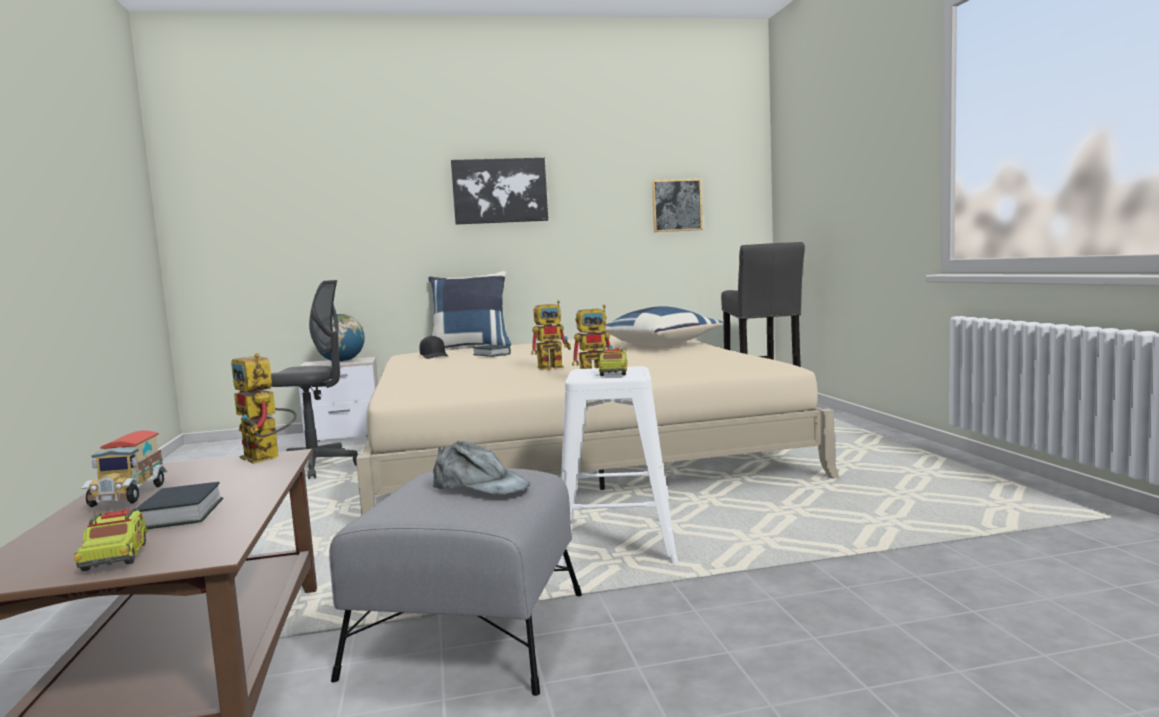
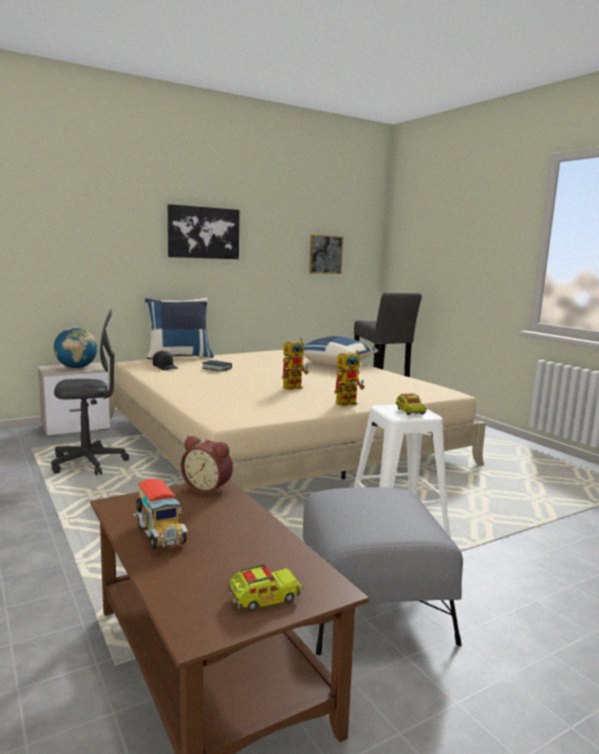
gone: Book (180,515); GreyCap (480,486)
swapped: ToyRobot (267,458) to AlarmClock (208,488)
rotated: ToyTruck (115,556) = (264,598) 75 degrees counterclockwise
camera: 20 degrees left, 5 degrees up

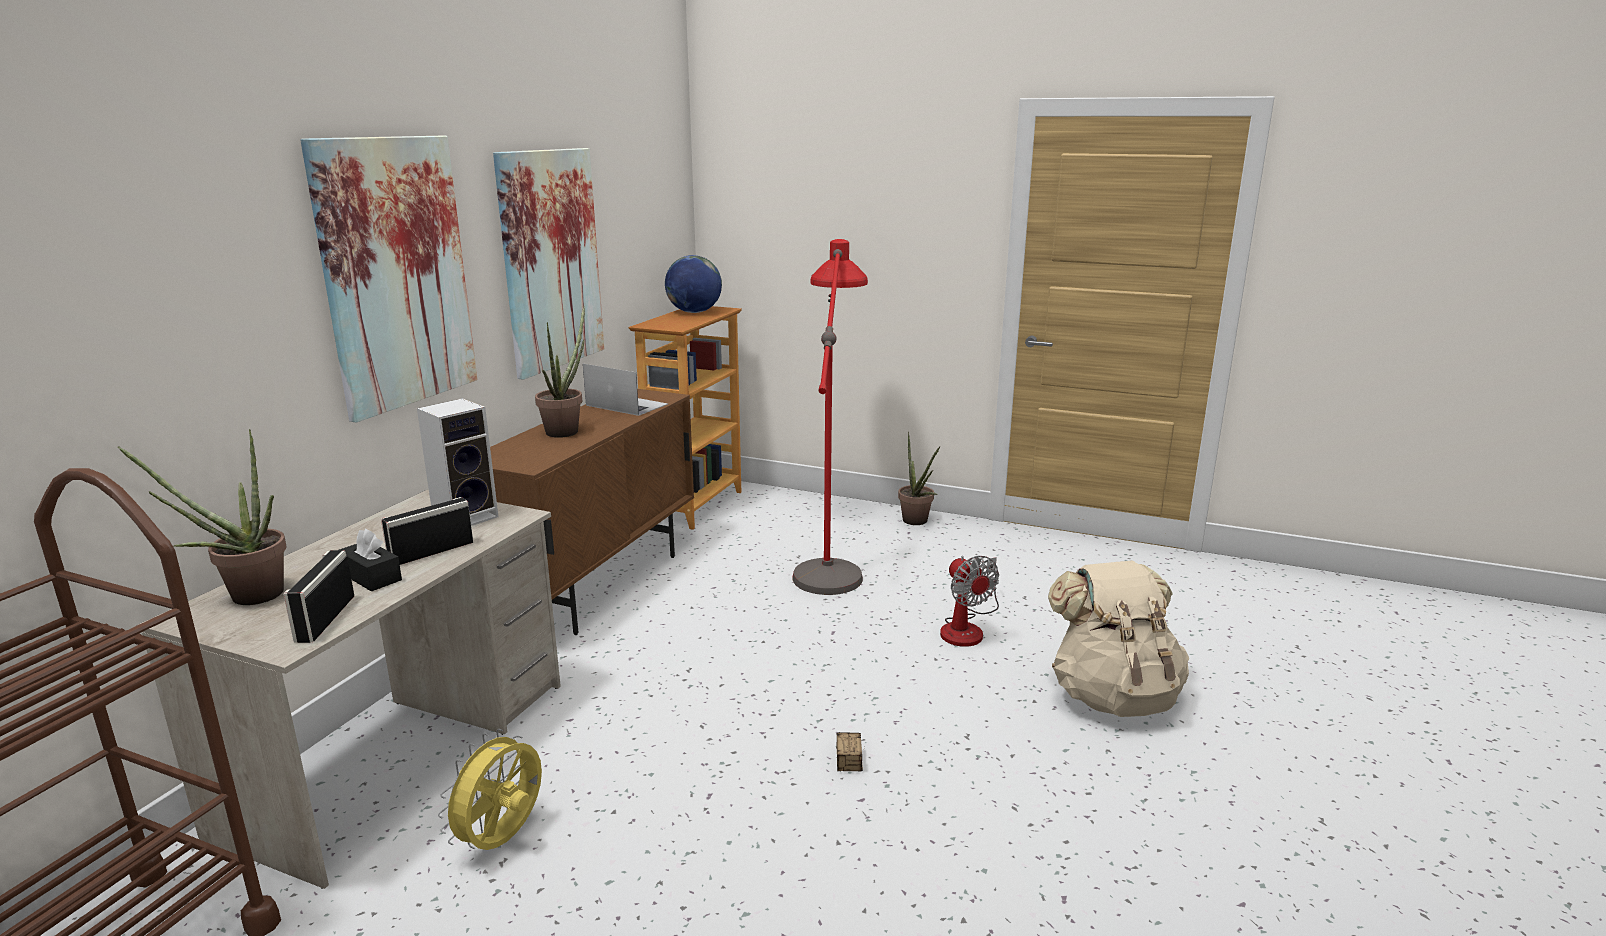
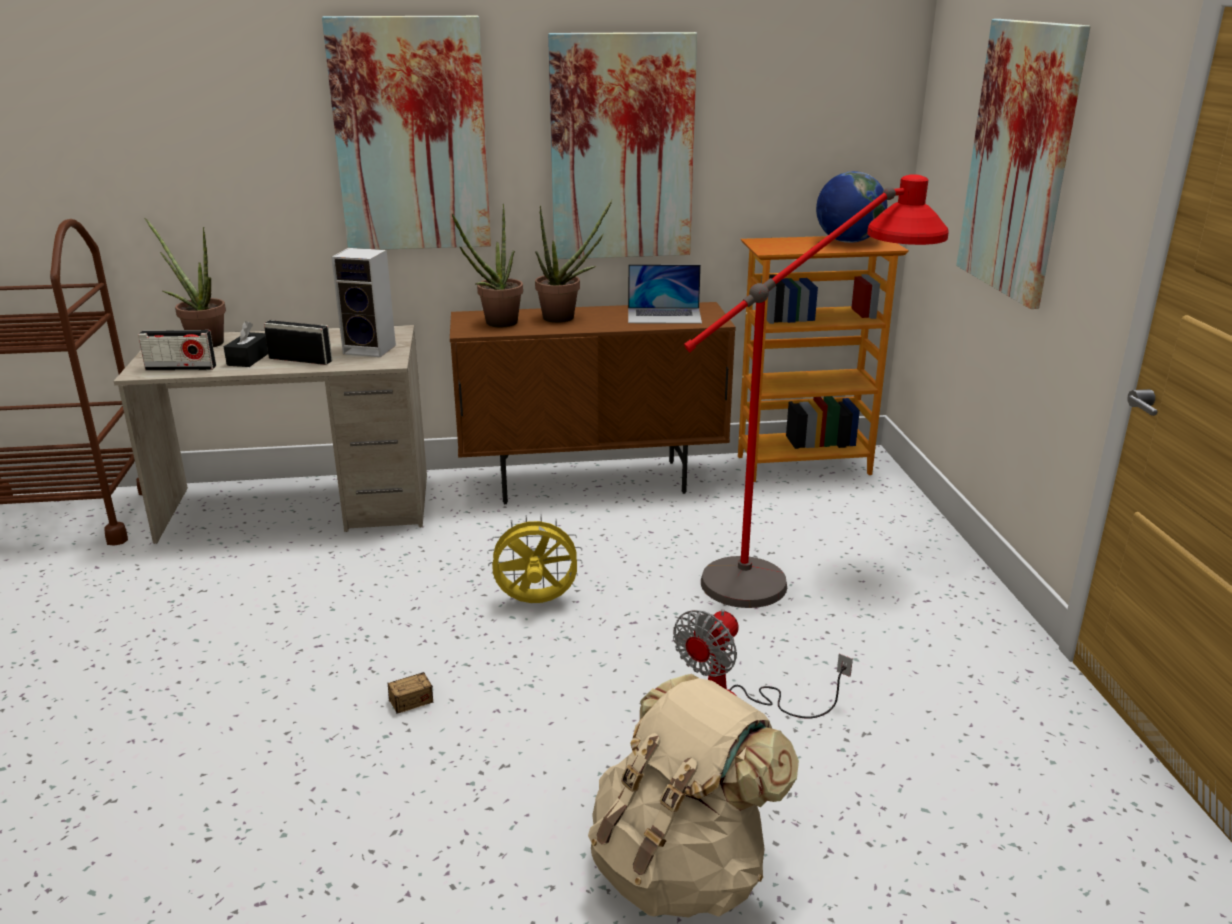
new: Picture (1019,160)
shifted: PottedPlant (917,522) to (496,324); YellowFan (503,840) to (536,603)
rotated: Radio (325,618) = (181,368) 150 degrees counterclockwise; Laptop (626,405) = (664,315) 90 degrees clockwise
camera: 60 degrees right, 5 degrees up

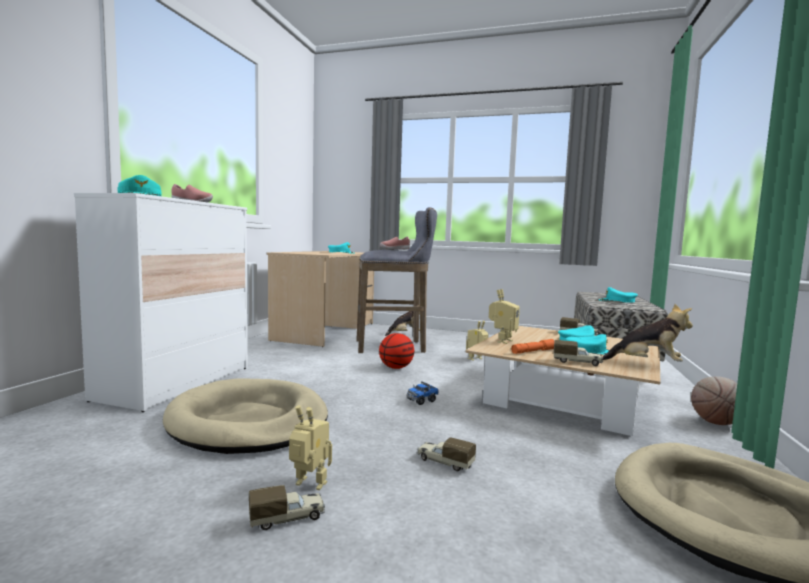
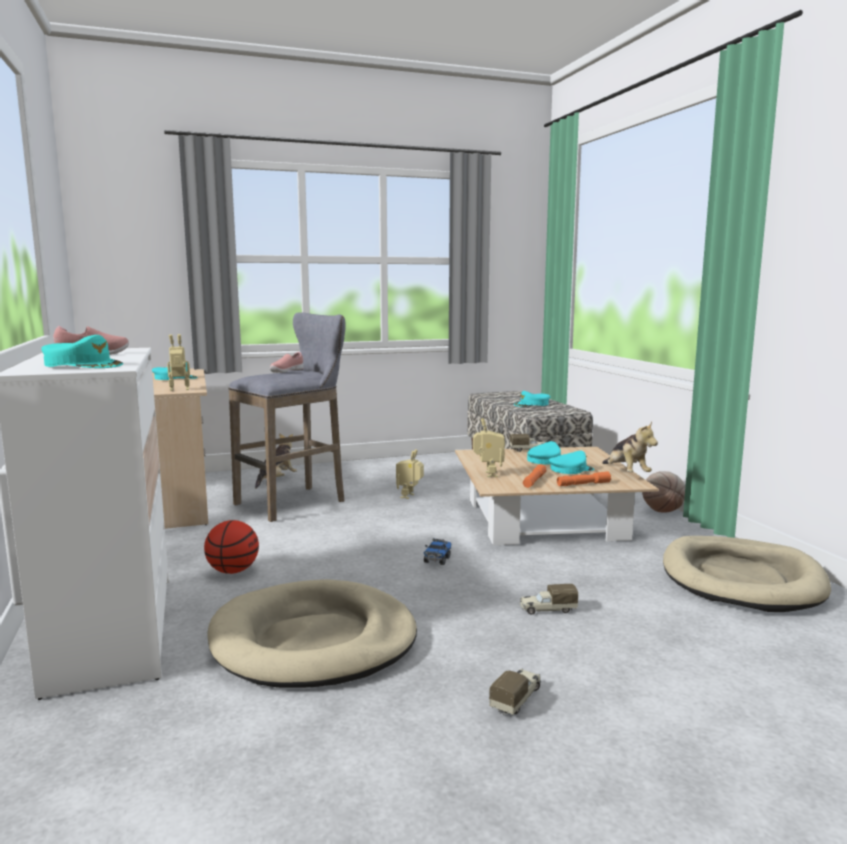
shifted: ToyRobot (308,486) to (179,390); Basketball (396,368) to (233,571)
swapped: ToyTruck (577,362) to OrangeFlashlight (583,484)
rotated: PlushToy (647,364) = (626,473) 90 degrees clockwise
camera: 35 degrees left, 5 degrees up

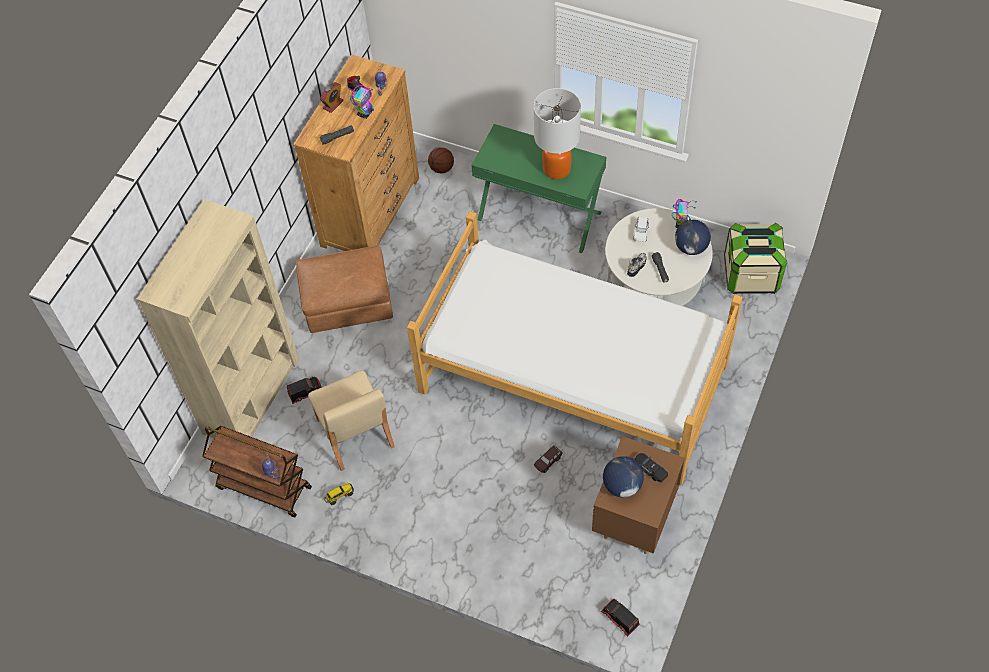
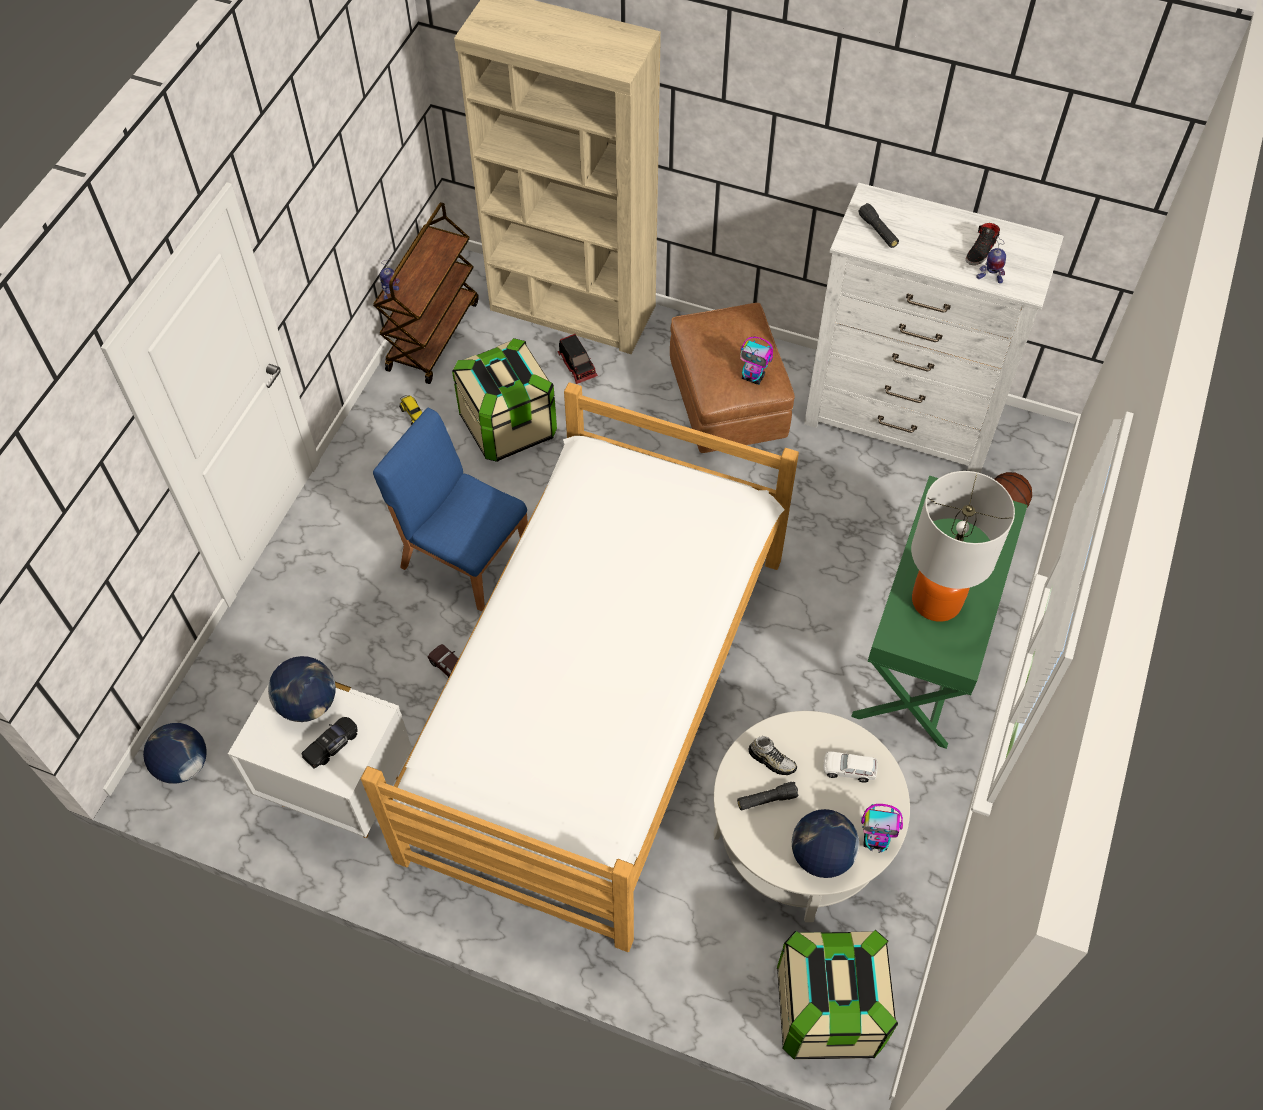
gone: AlarmClock (333,104)
new: BlueChair (464,556)
shifted: ToyRobot (365,113) to (753,377)
swapped: ToyTruck (620,618) to Globe (182,765); BeigeChair (355,434) to StorageBox (508,426)
repainted: BrownNightstand (634,520) to WhiteNightstand (340,789); BrownDresser (371,211) to WhiteDresser (902,418)
camera: 85 degrees right, 0 degrees up

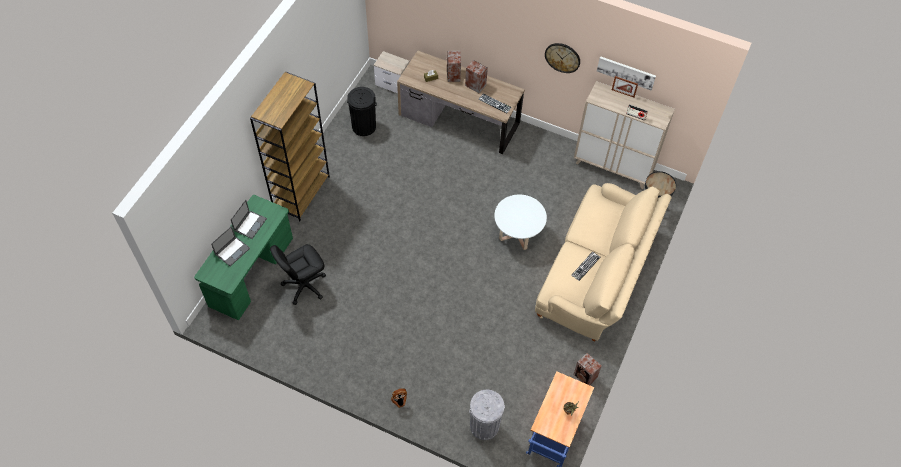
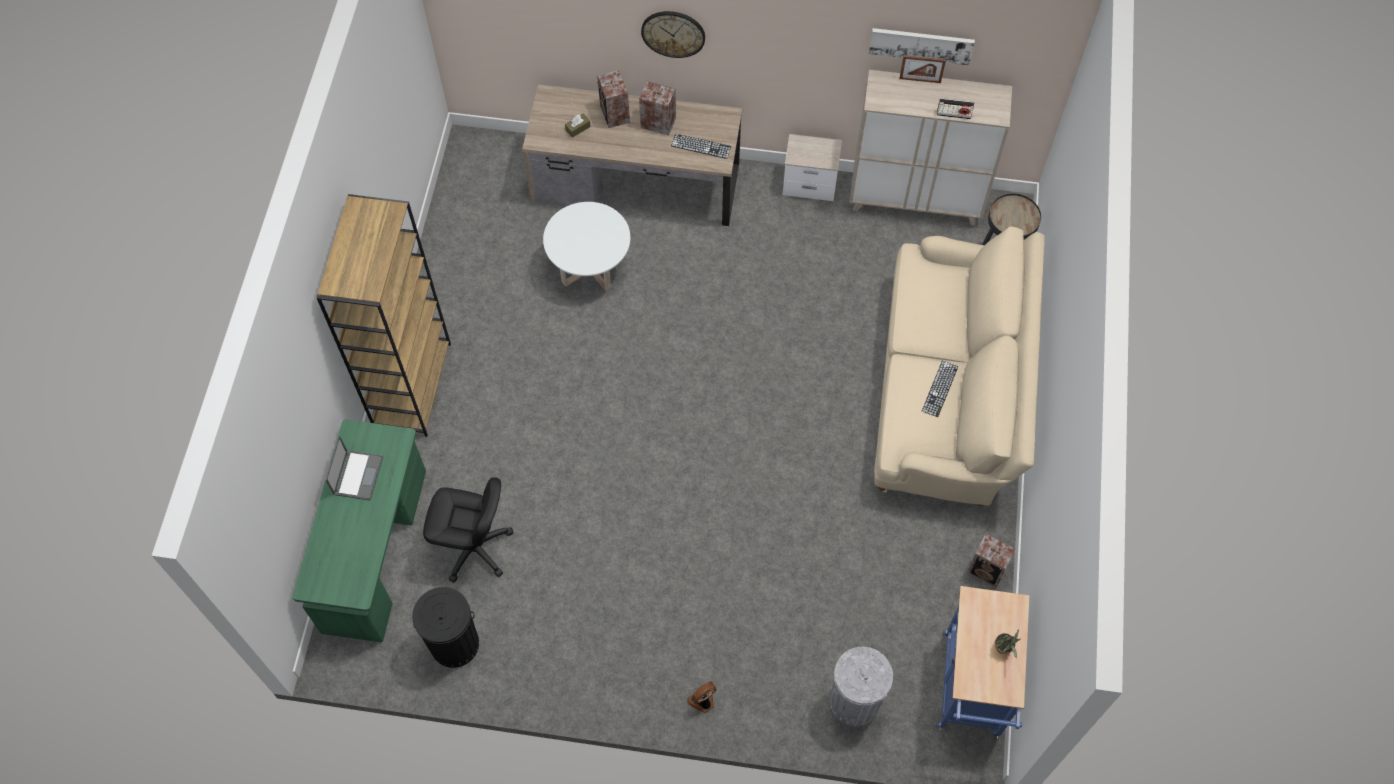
gone: Laptop (232,251)
shifted: BlackTrashCan (364,126) to (454,644); WhiteCoffeeTable (517,234) to (590,268); WallClock (562,57) to (673,33); Nightstand (393,83) to (810,184)
rotated: BlackOfficeChair (304,285) = (474,548) 120 degrees counterclockwise
camera: 15 degrees left, 5 degrees up

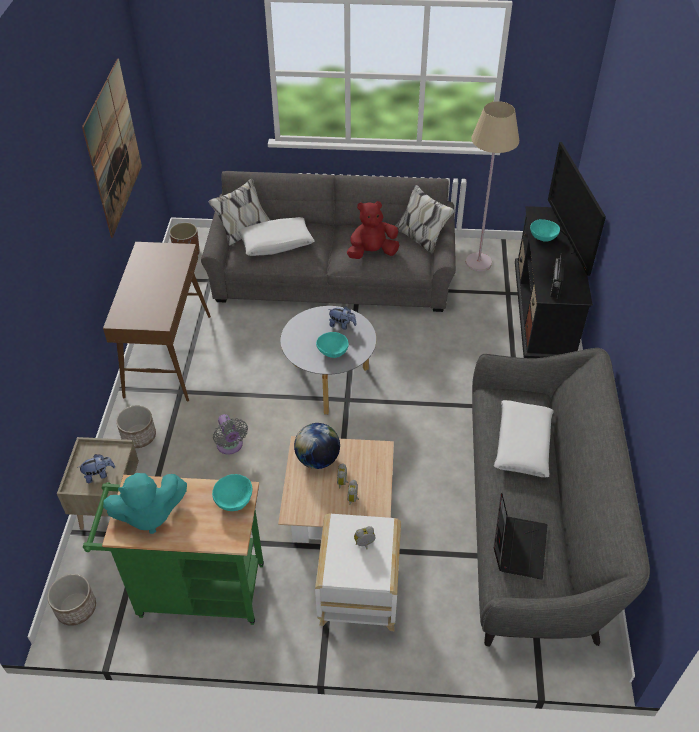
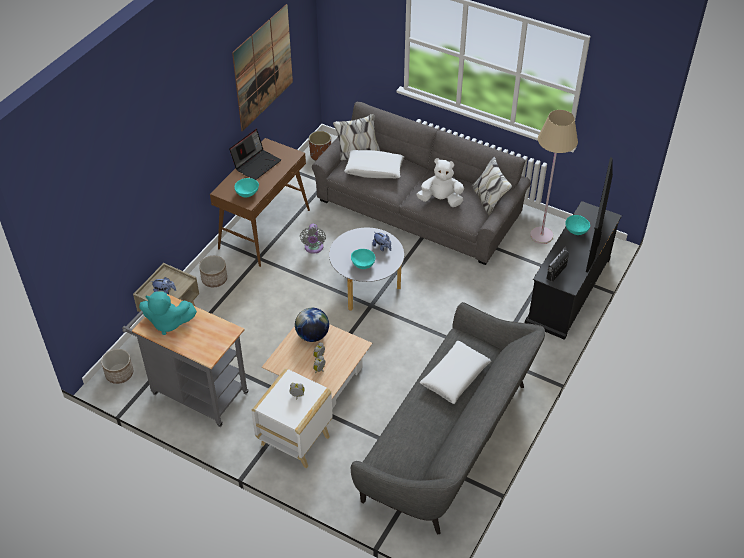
shifted: Laptop (517,546) to (256,164); TurquoiseBowl (234,500) to (247,193); GreyFan (230,446) to (313,248)
repainted: GreenCart (193,590) to GreyCart (195,391); RedPlushToy (372,253) to WhitePlushToy (441,200)
camera: 25 degrees right, 0 degrees up

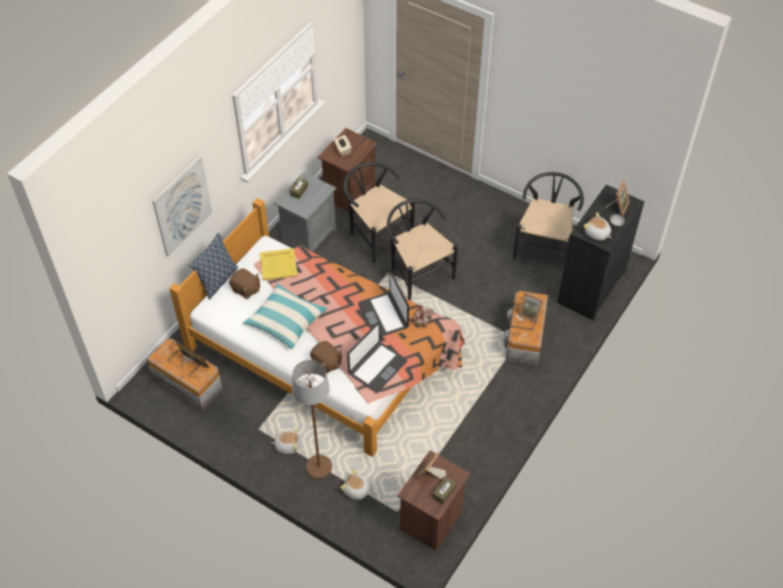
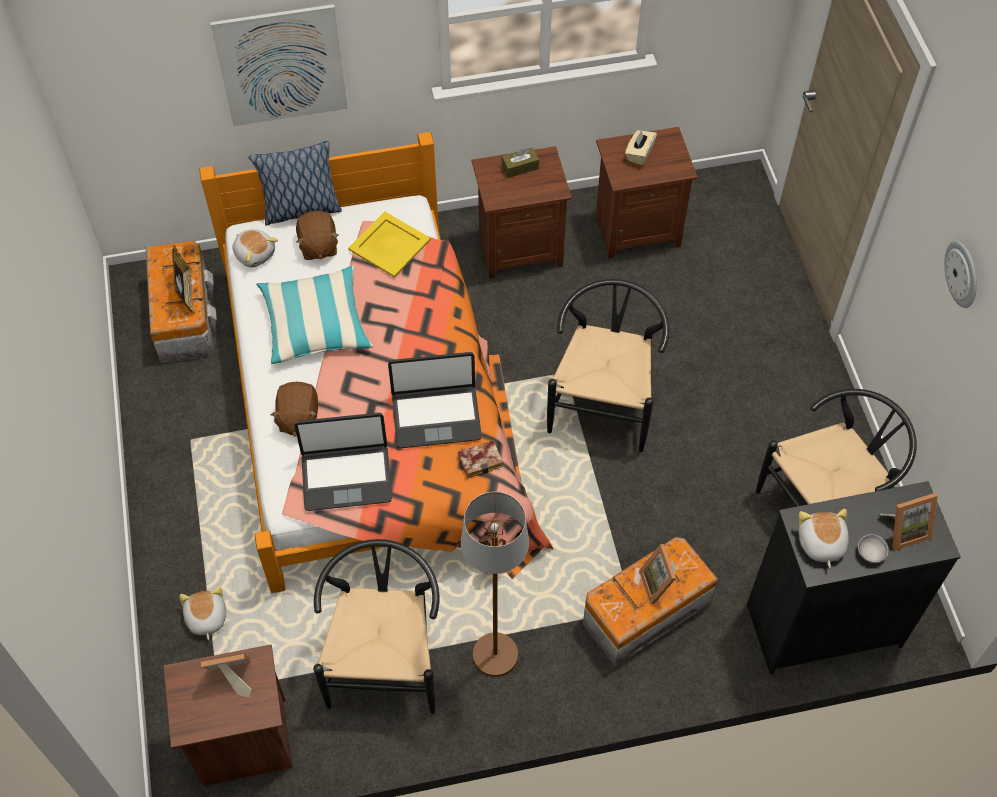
gone: BrownTissueBox (444,492)
new: WallClock (962,274)
shifted: PlushToy (287,445) to (255,253); BlackChair (376,234) to (386,660); BrownFloorLamp (319,467) to (495,656)
repainted: GreyNightstand (308,237) to BrownNightstand (519,249)
rotated: Laptop (384,315) = (436,416) 120 degrees counterclockwise
camera: 45 degrees right, 5 degrees up

